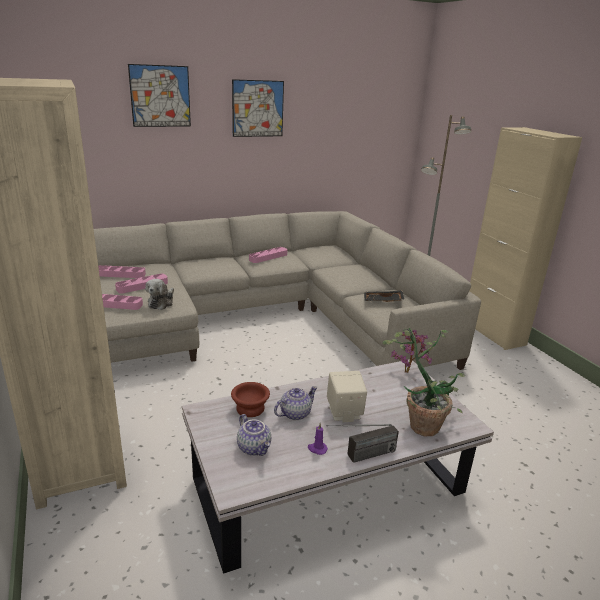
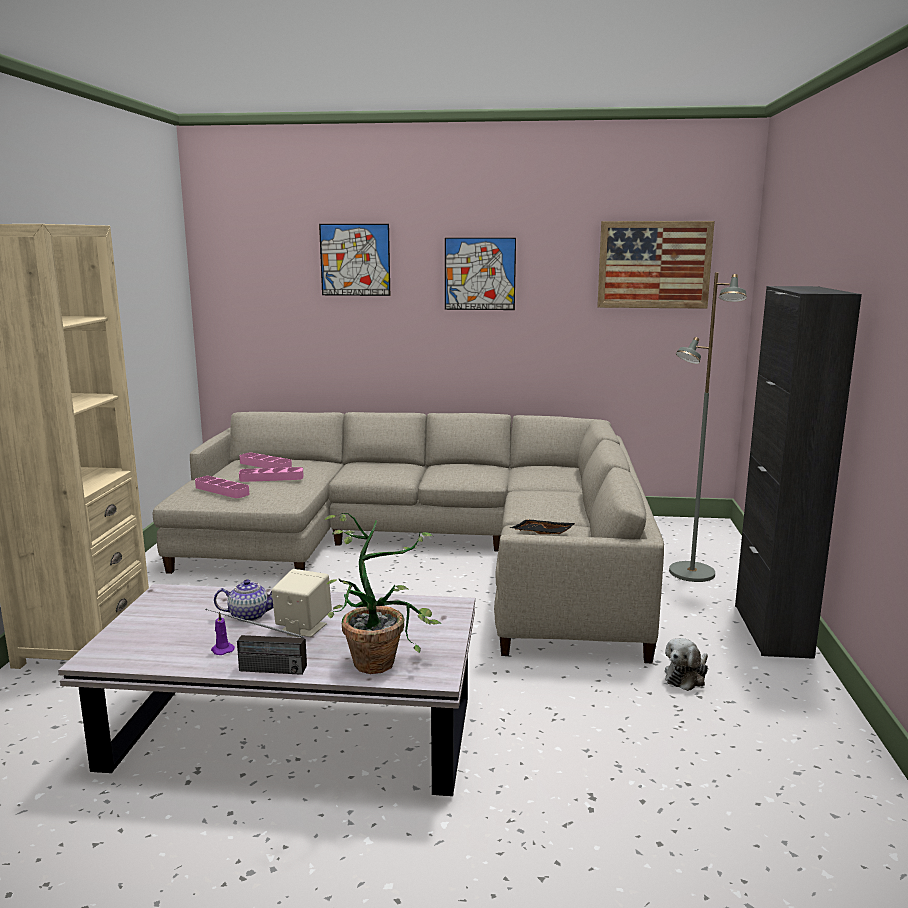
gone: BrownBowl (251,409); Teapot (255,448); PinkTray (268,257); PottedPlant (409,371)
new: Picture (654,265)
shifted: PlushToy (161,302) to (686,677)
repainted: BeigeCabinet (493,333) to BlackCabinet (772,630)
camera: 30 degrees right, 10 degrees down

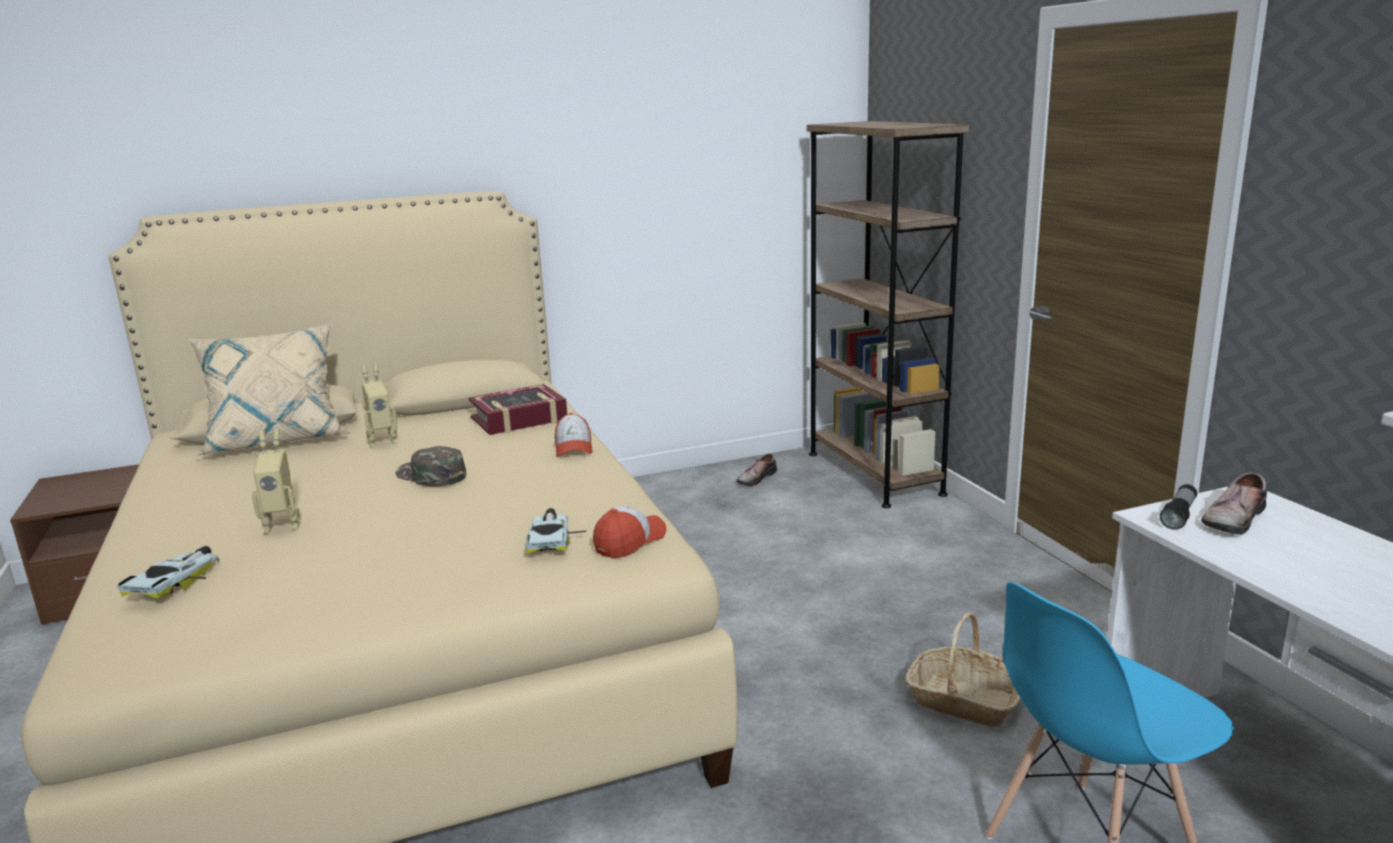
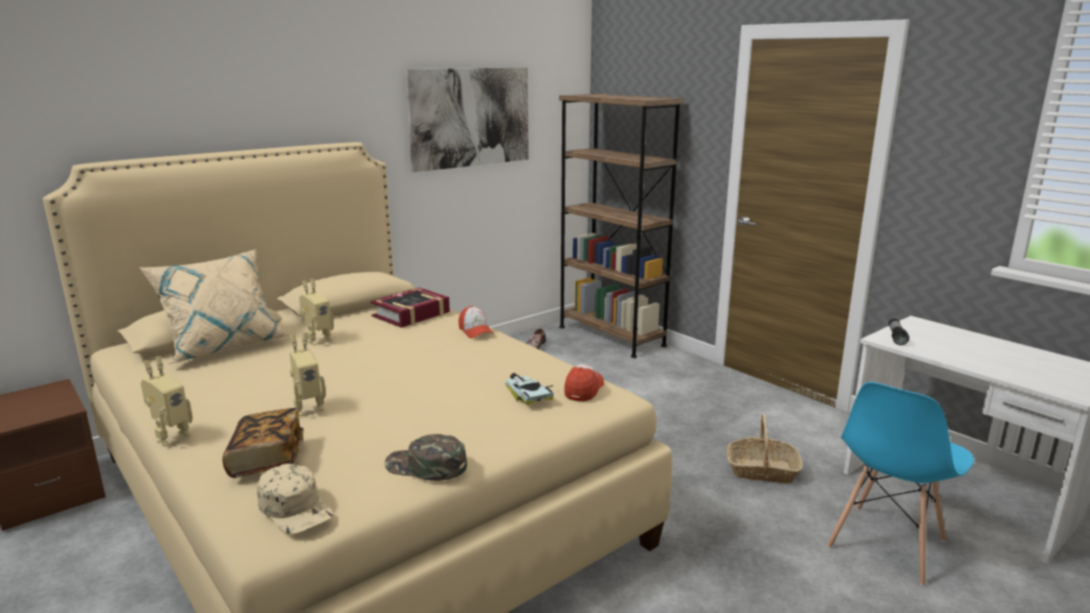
gone: Shoe (1231,518)
new: ToyRobot (171,437); BeigeCap (296,508); Picture (470,117)
shifted: GreenCap (431,475) to (426,466)
swapped: ToyCar (177,580) to Book (267,459)
camera: 20 degrees left, 0 degrees up

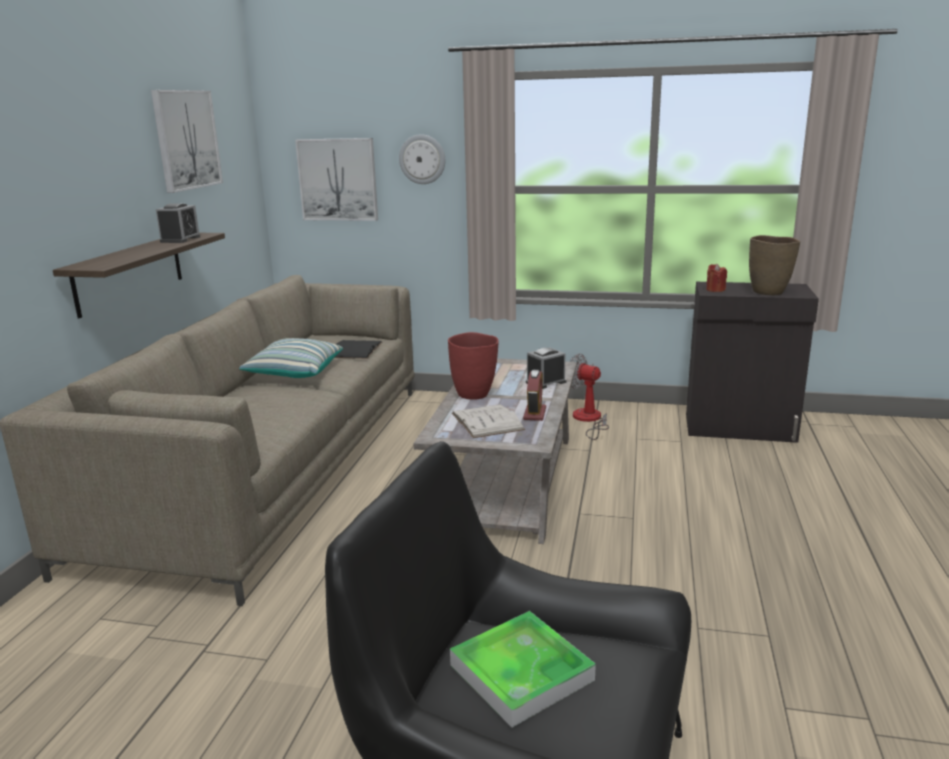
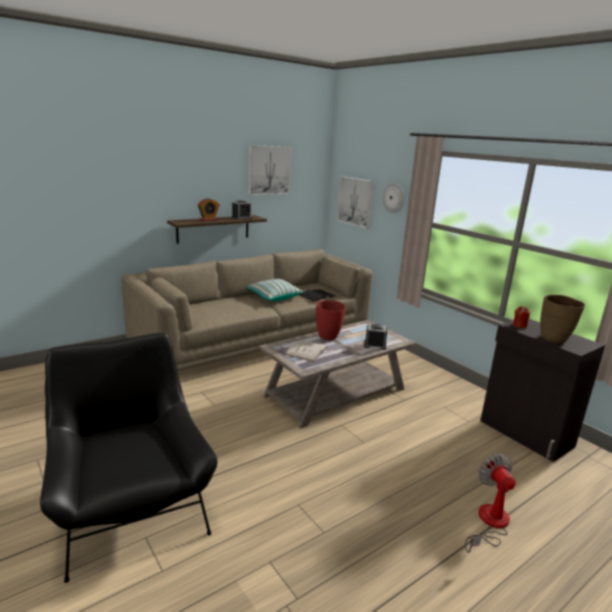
gone: Tray (521,672)
shifted: AlarmClock (534,413) to (208,220); Fan (589,420) to (489,523)
camera: 40 degrees right, 0 degrees up

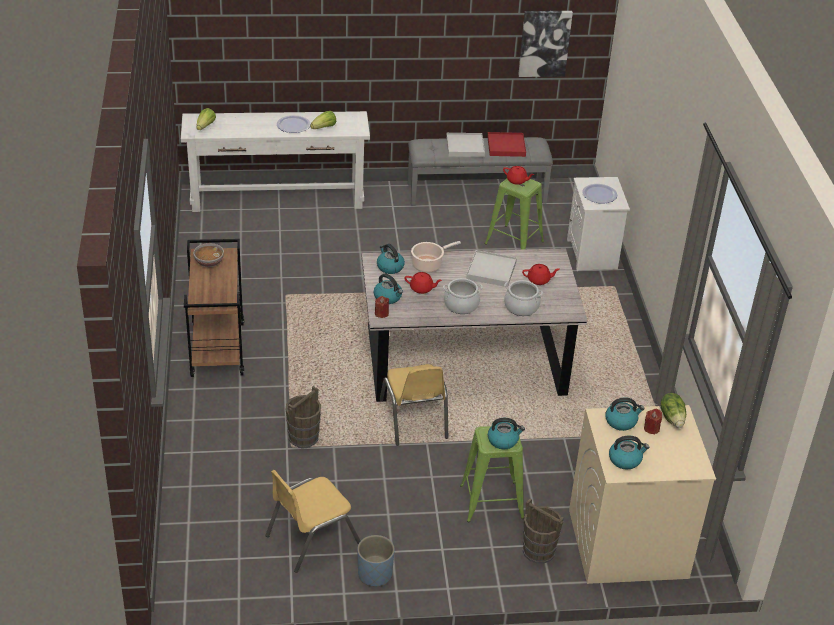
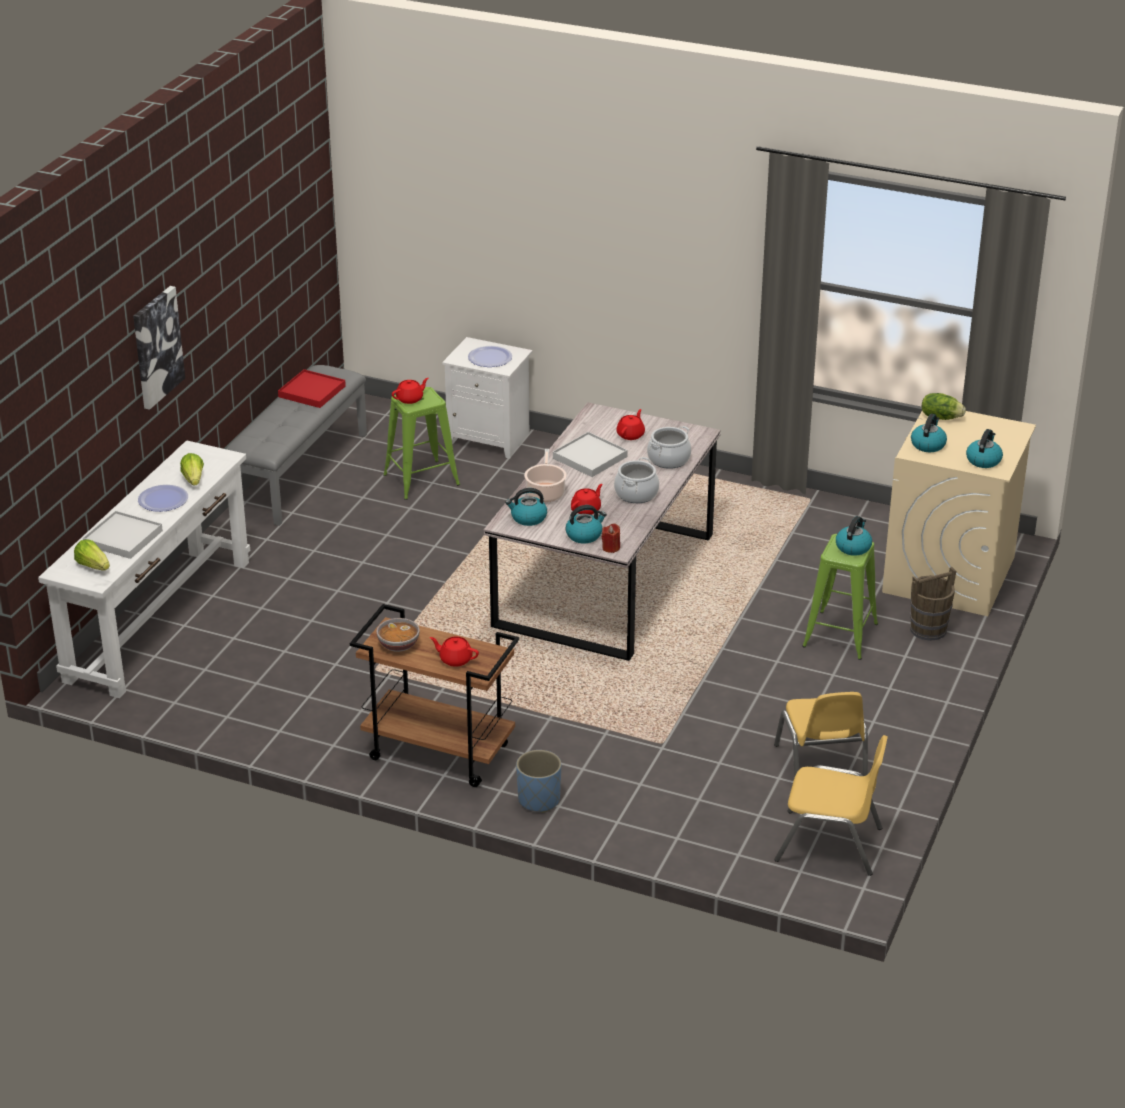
gone: BrownBucket (304,437); RedCandle (651,428)
new: RedTeapot (455,659)
shifted: WhiteTray (465,147) to (123,538); Picture (544,43) to (156,347); BluePlanter (374,574) to (538,800); YellowChair (414,419) to (829,844)
camera: 60 degrees left, 5 degrees down

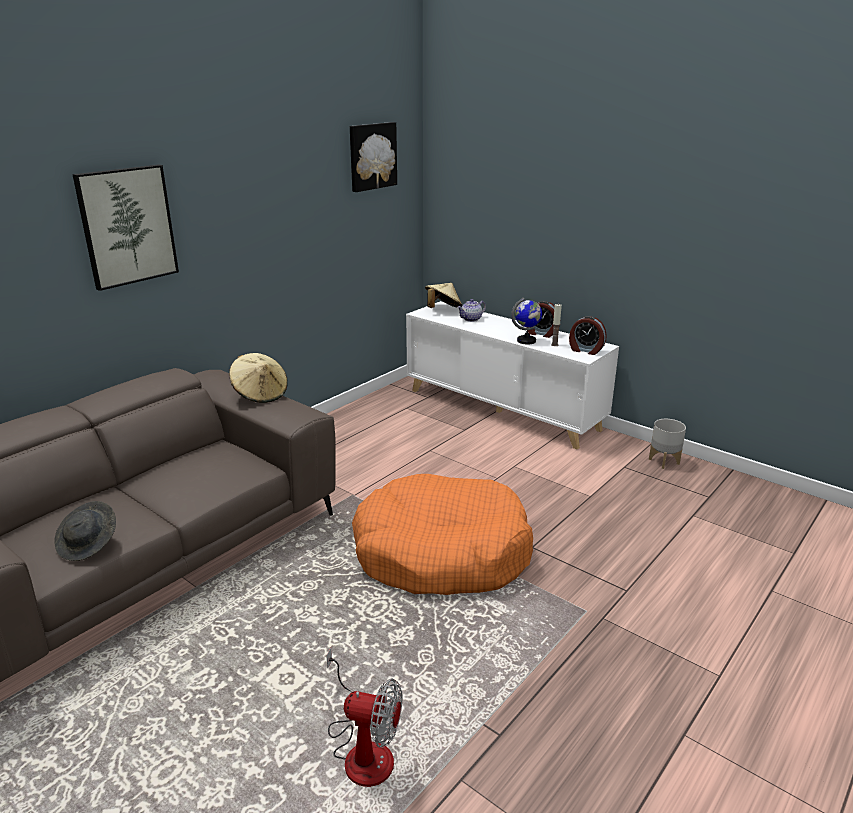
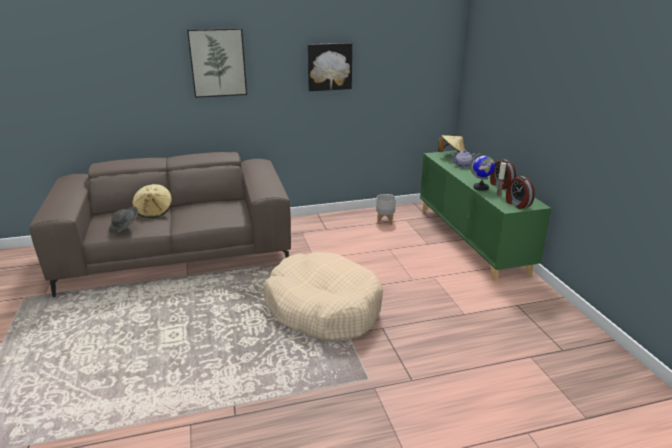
gone: Fan (363,750)
shifted: BeigeHat (260,394) to (154,211); Picture (372,156) to (329,66); GreyPlanter (663,461) to (384,221)
repainted: OrangeDogBed (441,553) to BeigeDogBed (323,308); WhiteCabinet (502,409) to GreenCabinet (471,239)
camera: 35 degrees right, 0 degrees up

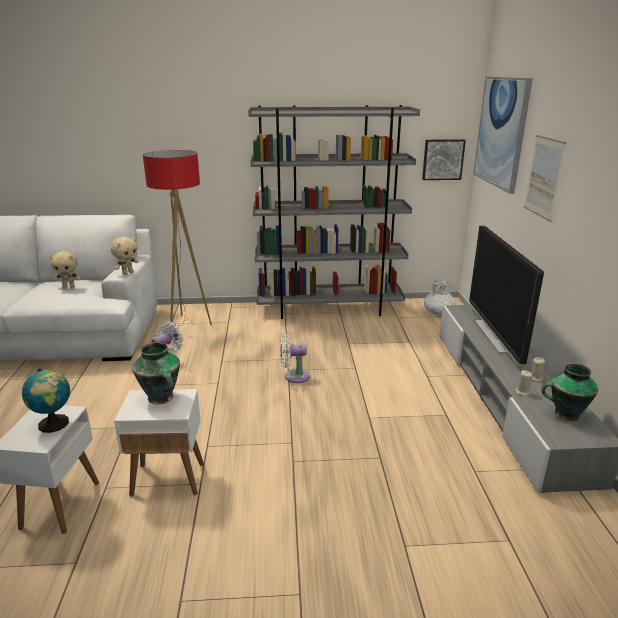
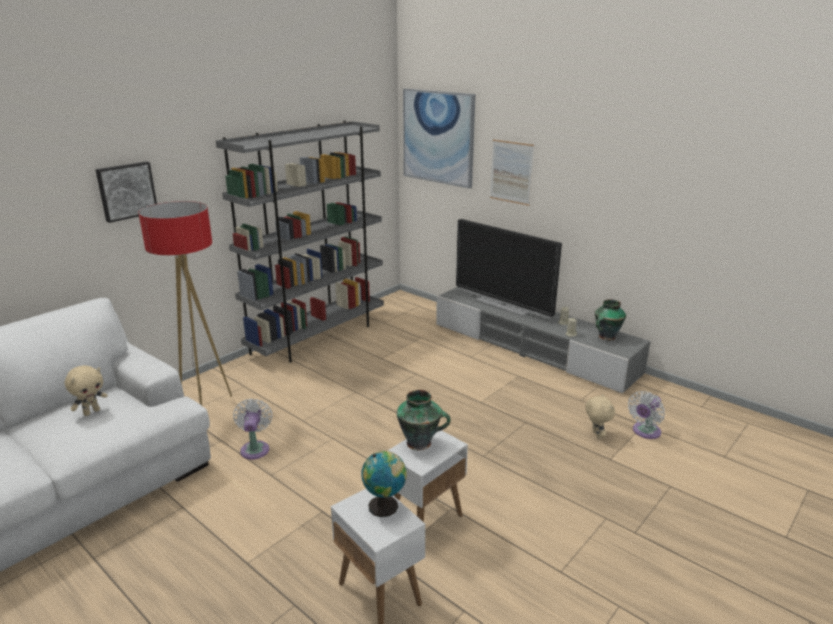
gone: WhiteVase (438,312)
shifted: Picture (442,159) to (126,191); BeigePlushToy (128,273) to (596,435); WhiteFan (294,376) to (645,432)
camera: 45 degrees left, 0 degrees up

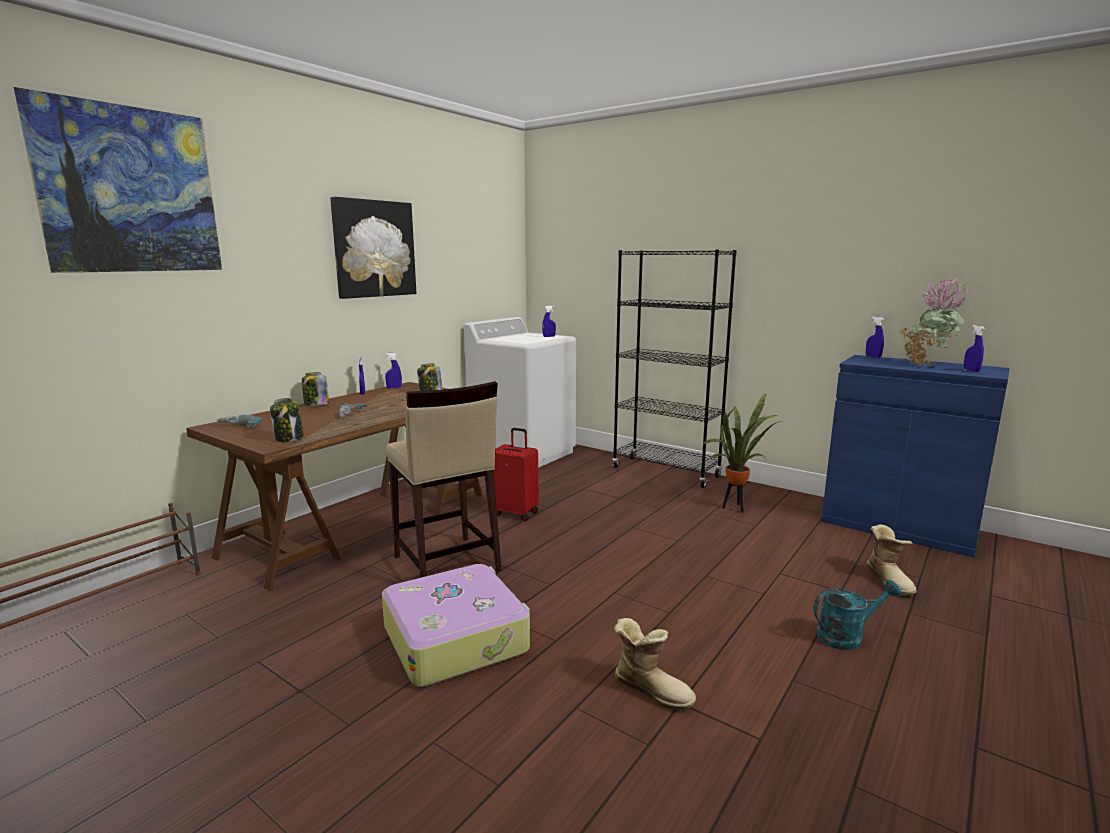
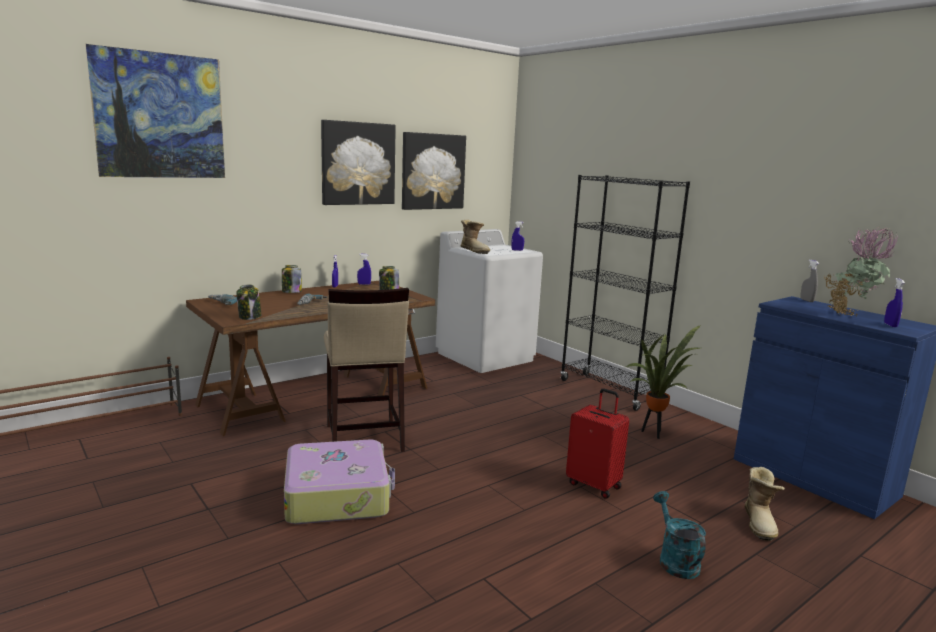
new: Picture (432,171)
shifted: Boot (652,689) to (474,251); RedSuitcase (515,513) to (594,485)
repainted: BlueSprayBottle (873,357) to GreySprayBottle (807,300)
rotated: TurquoiseWateringCan (846,636) = (675,560) 105 degrees counterclockwise
camera: 15 degrees right, 0 degrees up

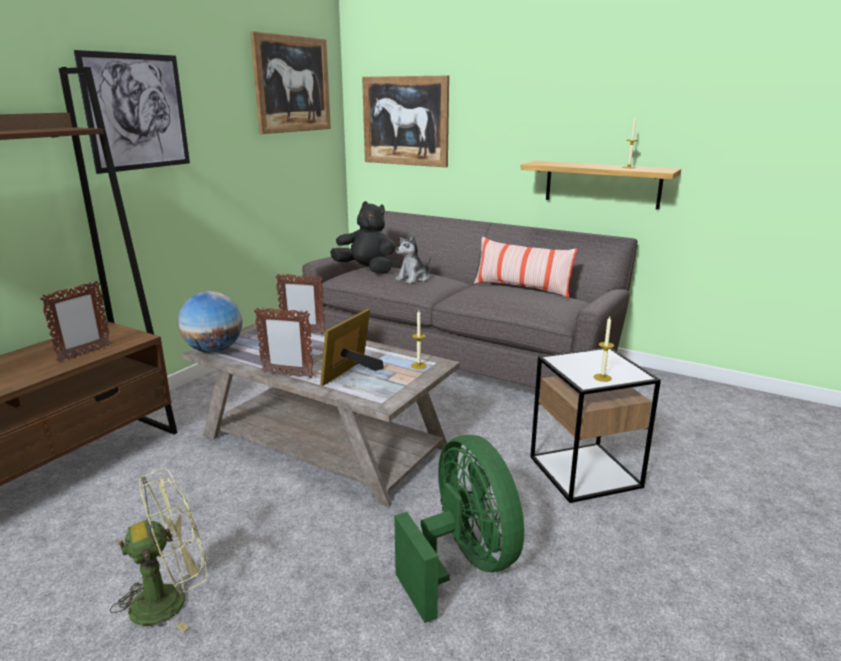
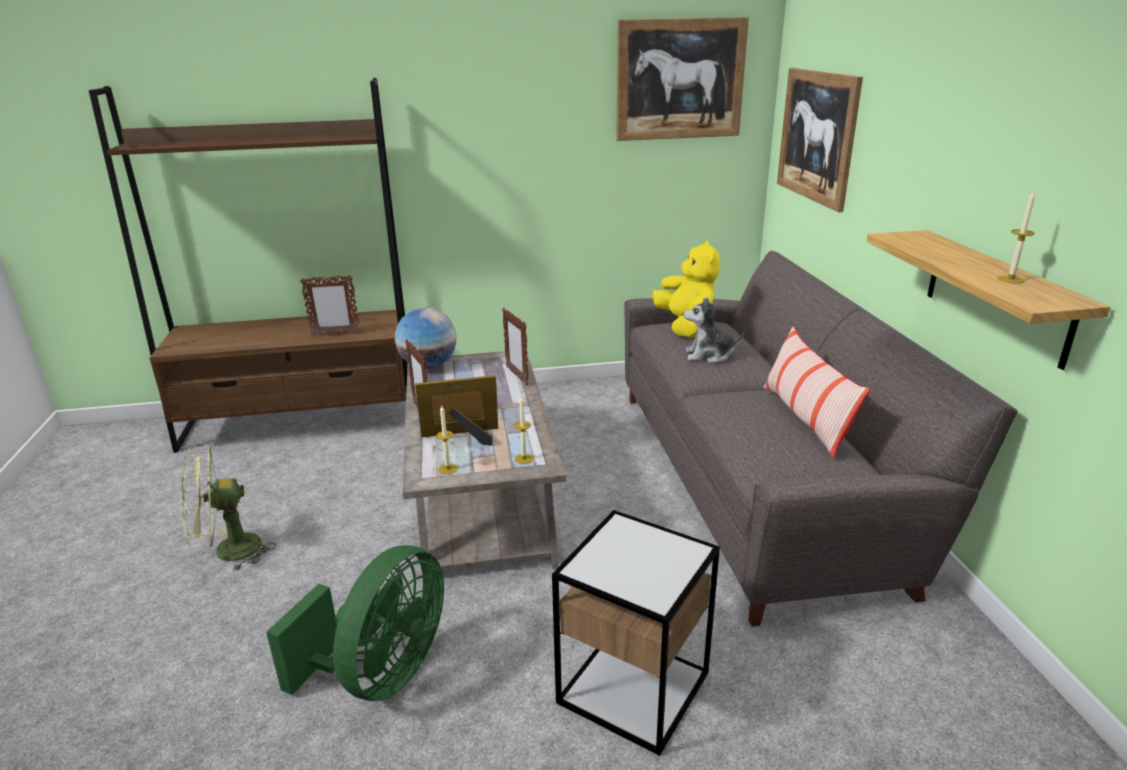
gone: Picture (136,112)
shifted: Candle (602,377) to (448,469)
repainted: BlackPlushToy (366,270) to YellowPlushToy (686,326)
rotated: GreenFan (171,599) = (227,552) 135 degrees clockwise
camera: 50 degrees right, 5 degrees up

